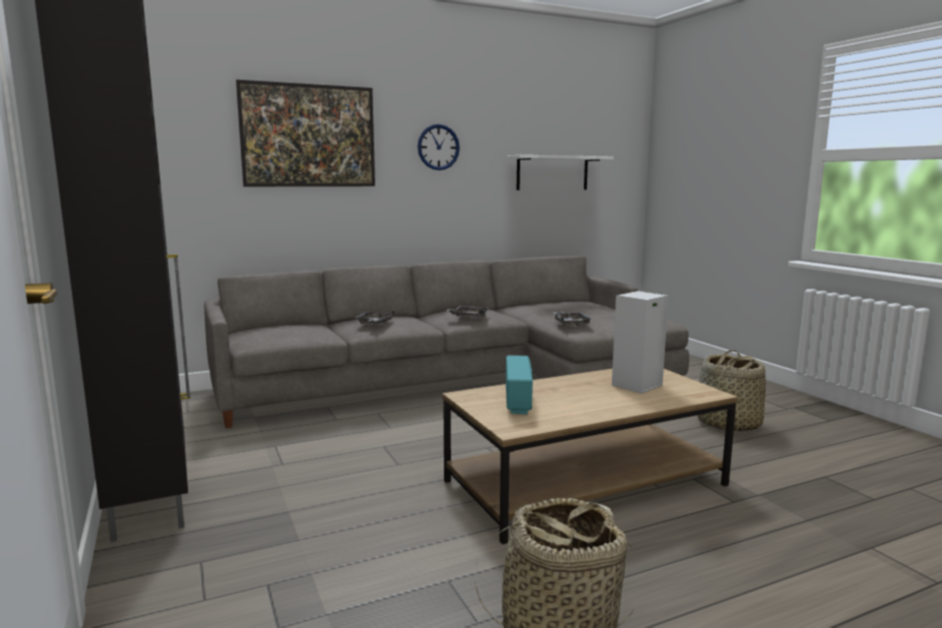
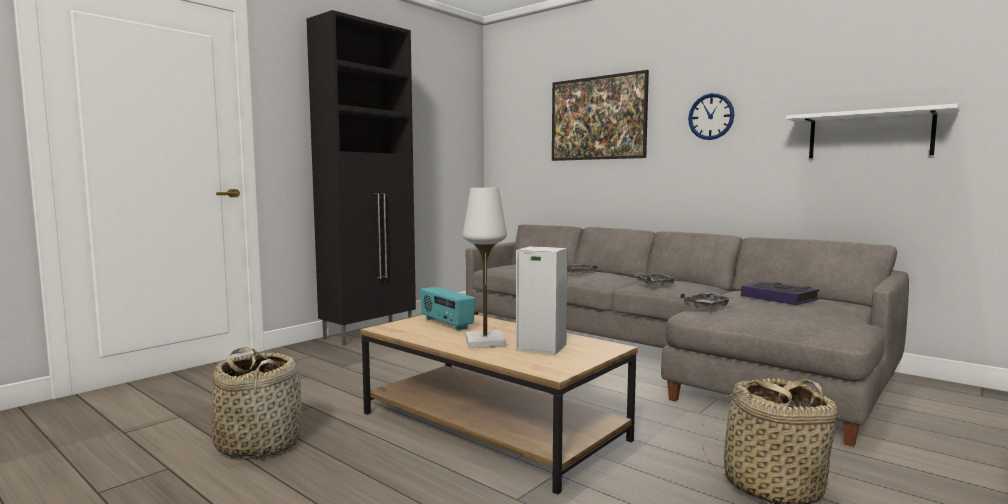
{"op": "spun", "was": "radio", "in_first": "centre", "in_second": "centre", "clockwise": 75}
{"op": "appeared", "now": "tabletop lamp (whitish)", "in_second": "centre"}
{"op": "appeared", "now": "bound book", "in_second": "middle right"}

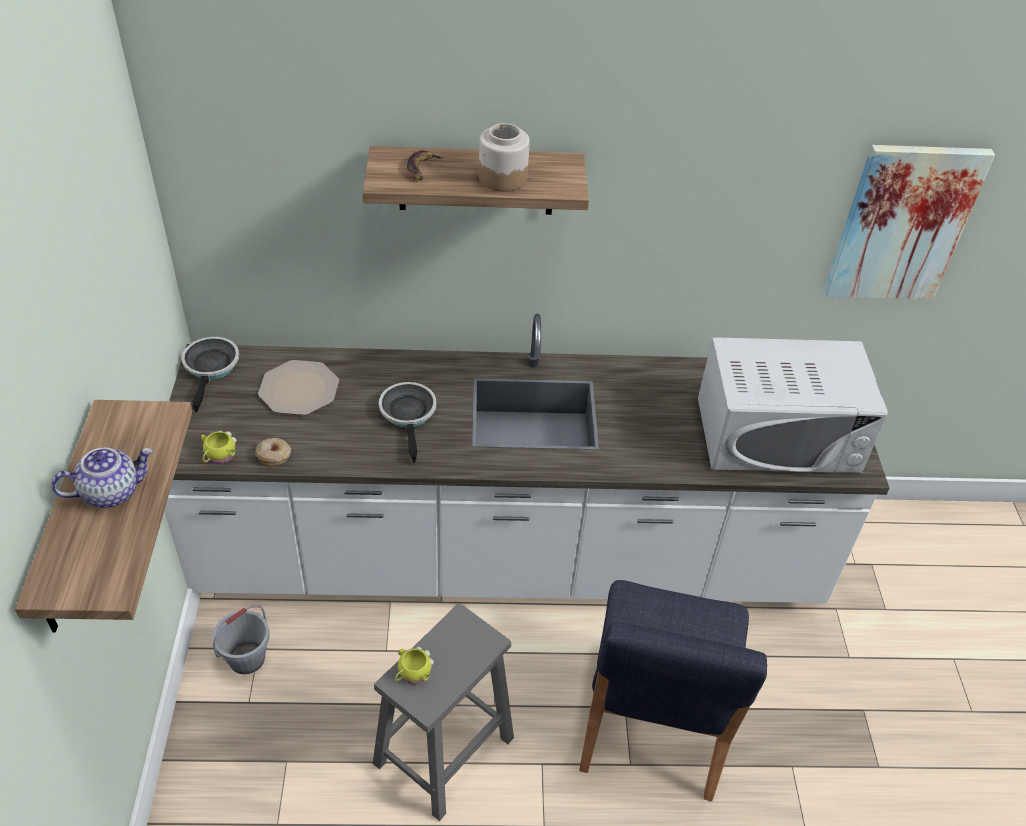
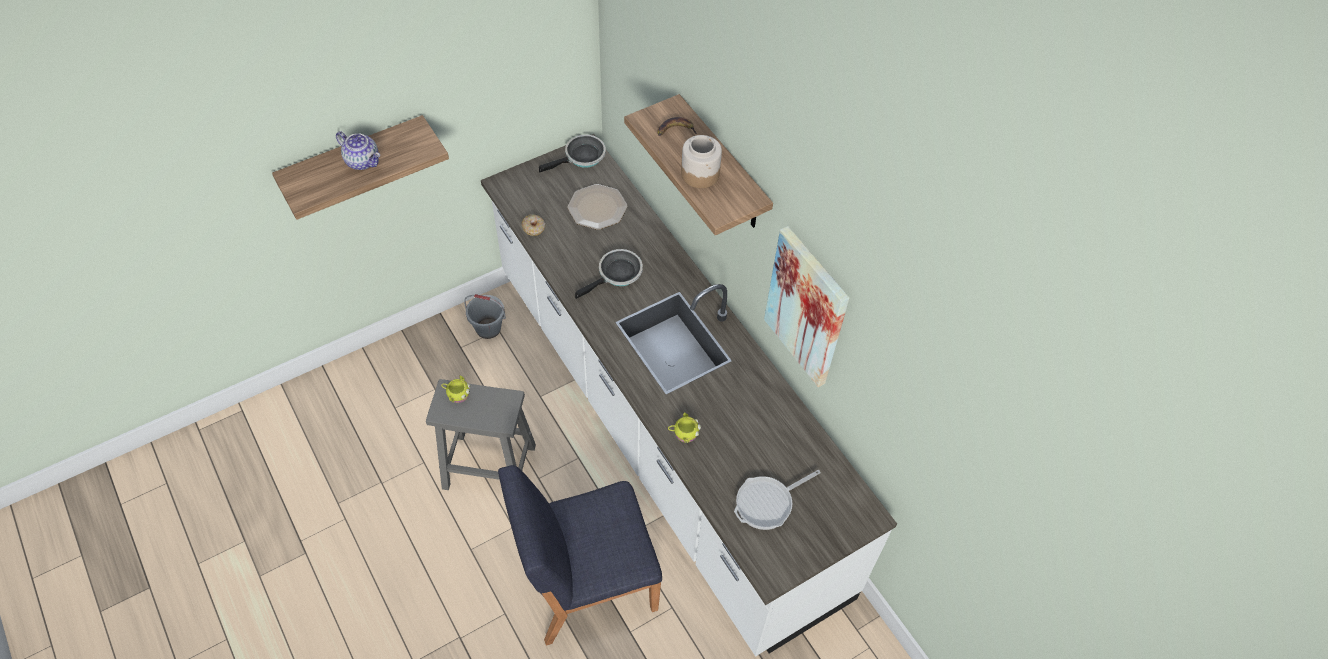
{"op": "relocated", "was": "wall art", "in_first": "top right", "in_second": "centre"}
{"op": "exchanged", "was": "microwave oven (whitish)", "now": "skillet (no. 3 from left)", "in_first": "middle right", "in_second": "bottom centre"}
{"op": "relocated", "was": "coffee mug (yellow) (no. 1 from left in the first image)", "now": "coffee mug (yellow) (no. 2 from left)", "in_first": "middle left", "in_second": "centre"}

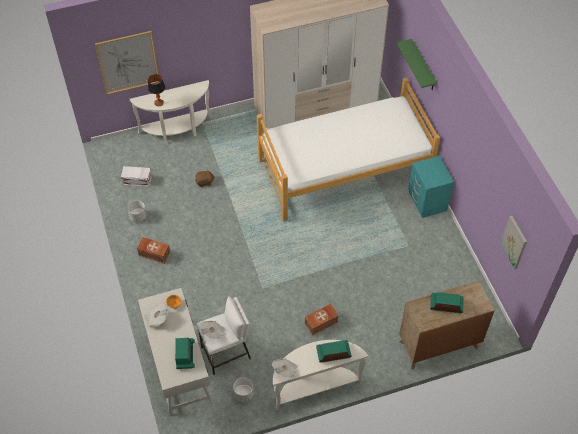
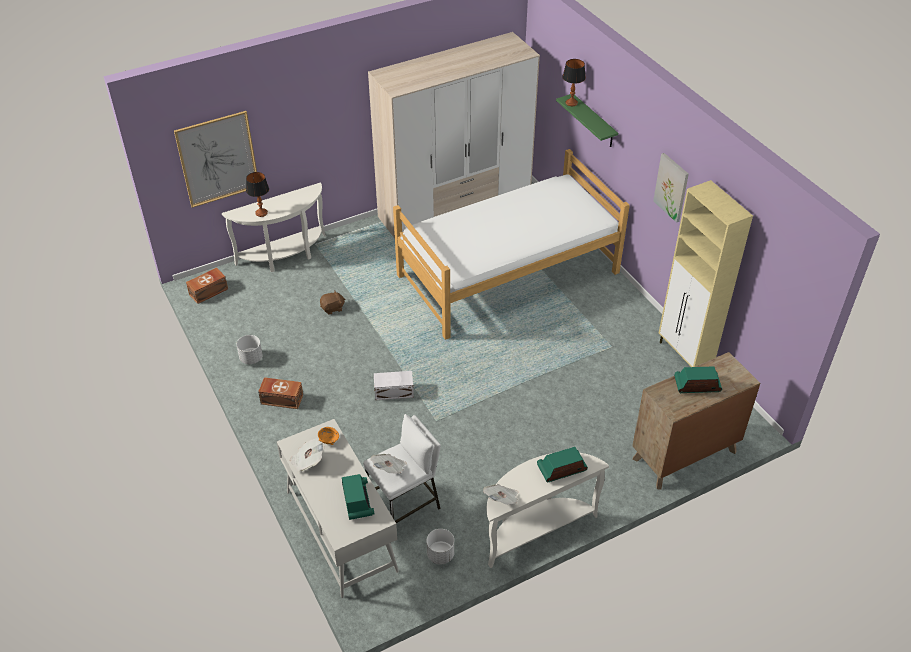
{"op": "missing", "was": "bedside table (turquoise)", "in_first": "middle right"}
{"op": "relocated", "was": "storage container (whitish)", "in_first": "middle left", "in_second": "centre"}
{"op": "relocated", "was": "wall art (no. 2 from left)", "in_first": "middle right", "in_second": "top right"}
{"op": "relocated", "was": "storage container (brownish) (no. 2 from left in the first image)", "now": "storage container (brownish) (no. 1 from left)", "in_first": "bottom centre", "in_second": "middle left"}
{"op": "appeared", "now": "tabletop lamp (no. 2 from left)", "in_second": "top centre"}
{"op": "appeared", "now": "cupboard (beige-coloured)", "in_second": "middle right"}

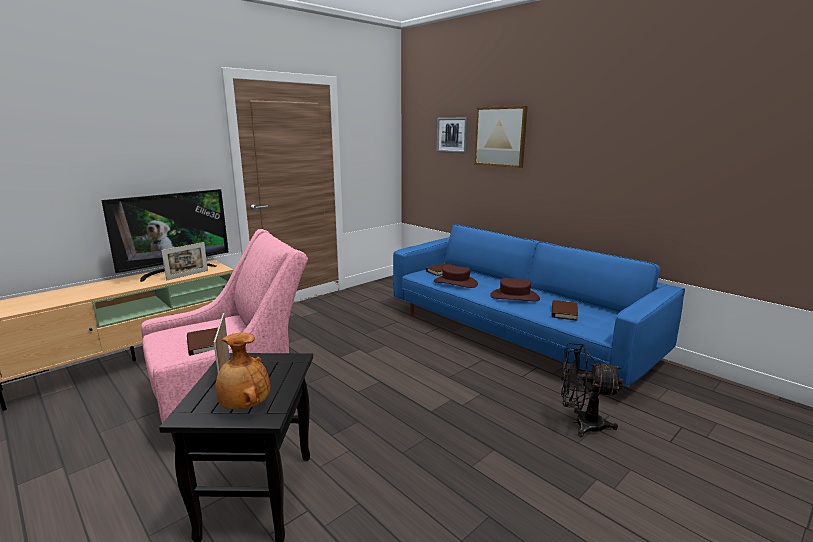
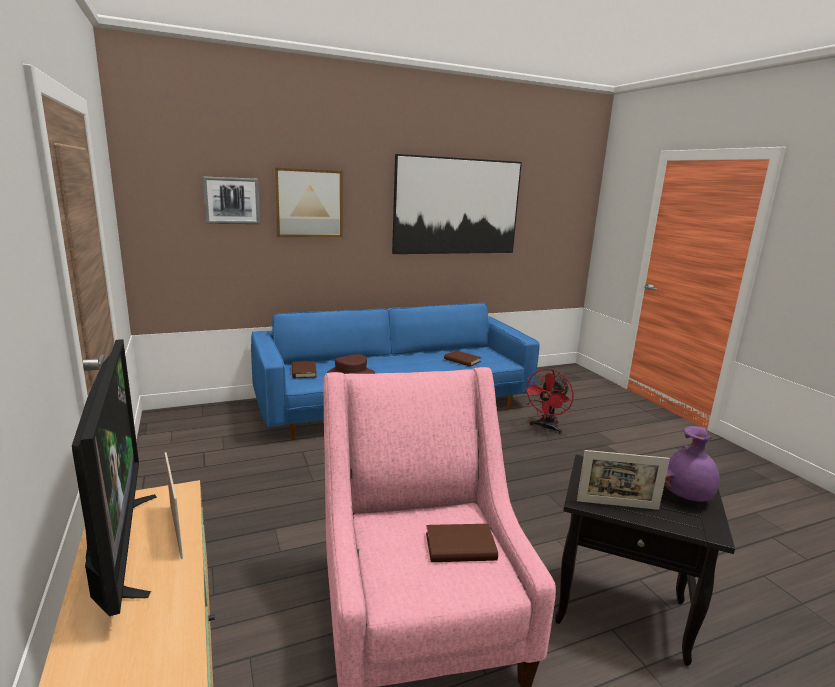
{"op": "missing", "was": "hat (brownish) (no. 2 from left)", "in_first": "centre"}
{"op": "colour", "was": "vase (brownish)", "now": "vase (purple-coloured)", "in_first": "bottom left", "in_second": "bottom right"}
{"op": "colour", "was": "electric fan (black)", "now": "electric fan (red)", "in_first": "bottom right", "in_second": "centre"}
{"op": "appeared", "now": "wall art (no. 3 from left)", "in_second": "top centre"}

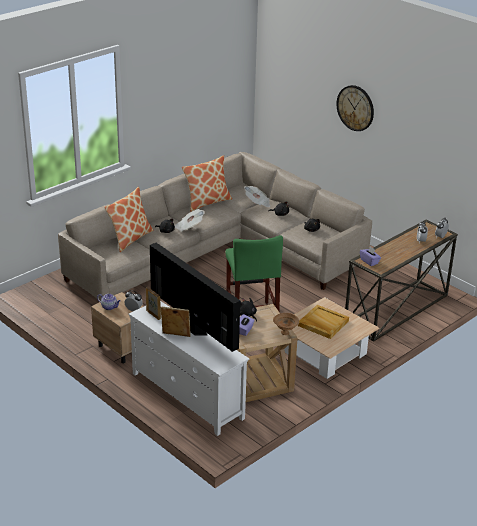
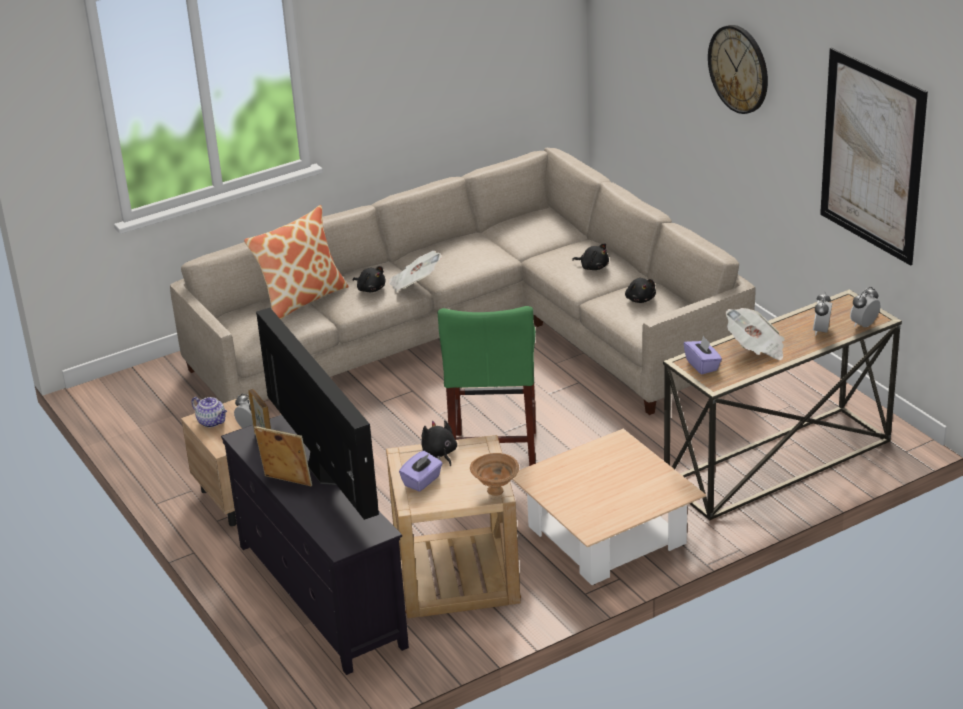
{"op": "missing", "was": "throw pillow (no. 2 from left)", "in_first": "centre"}
{"op": "relocated", "was": "newspaper (no. 2 from left)", "in_first": "centre", "in_second": "middle right"}
{"op": "colour", "was": "tv unit (whitish)", "now": "tv unit (black)", "in_first": "bottom centre", "in_second": "bottom left"}
{"op": "missing", "was": "tray (beige-coloured)", "in_first": "middle right"}
{"op": "appeared", "now": "wall art", "in_second": "top right"}

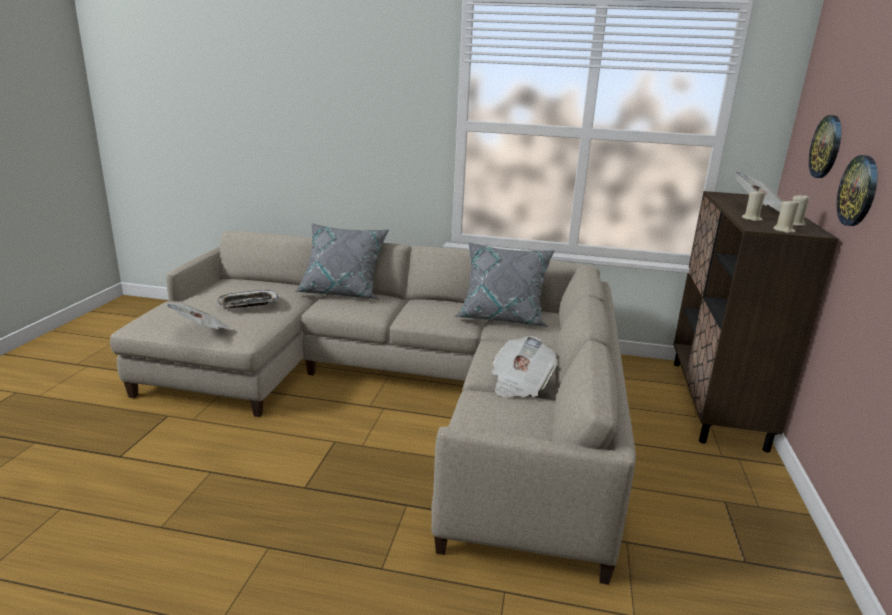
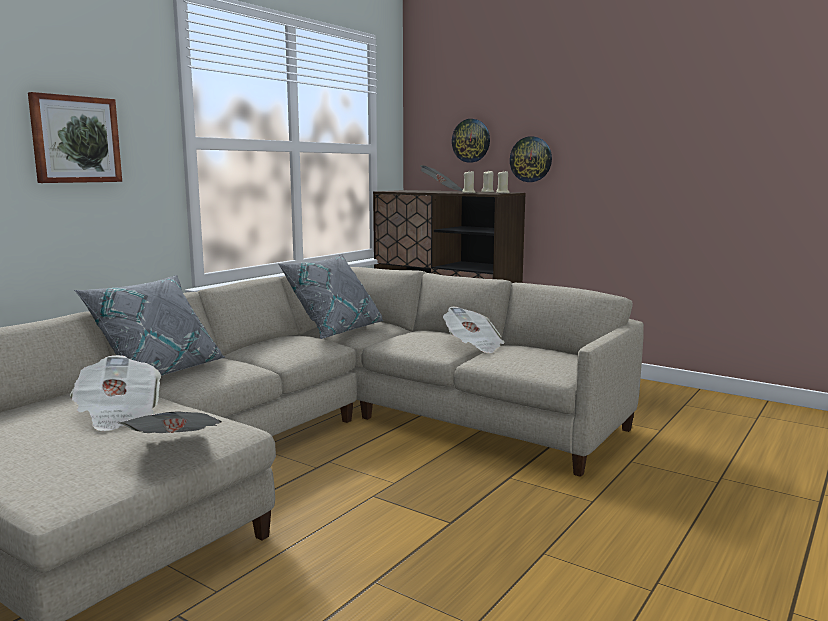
{"op": "exchanged", "was": "tray", "now": "newspaper (no. 1 from left)", "in_first": "middle left", "in_second": "middle left"}
{"op": "appeared", "now": "wall art", "in_second": "top left"}

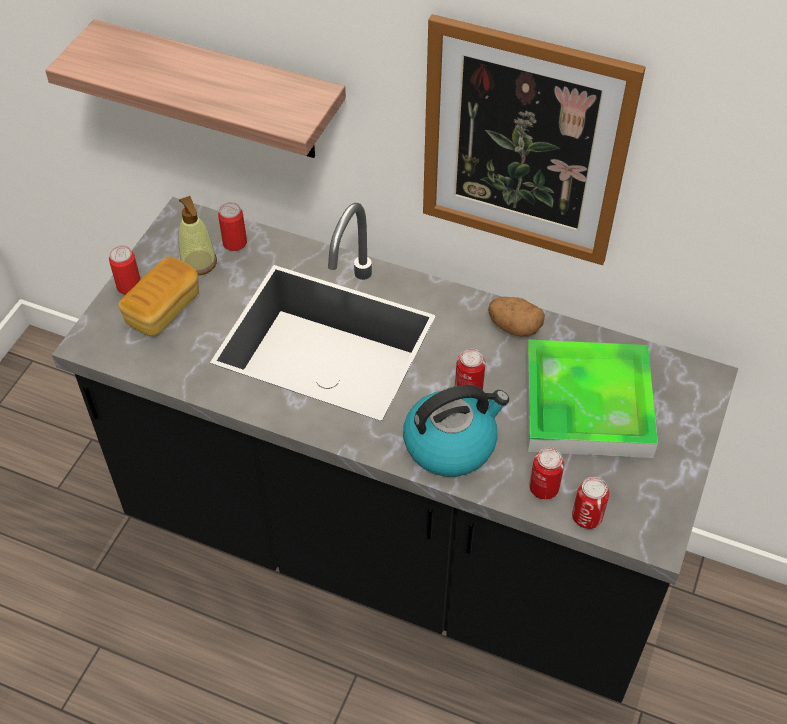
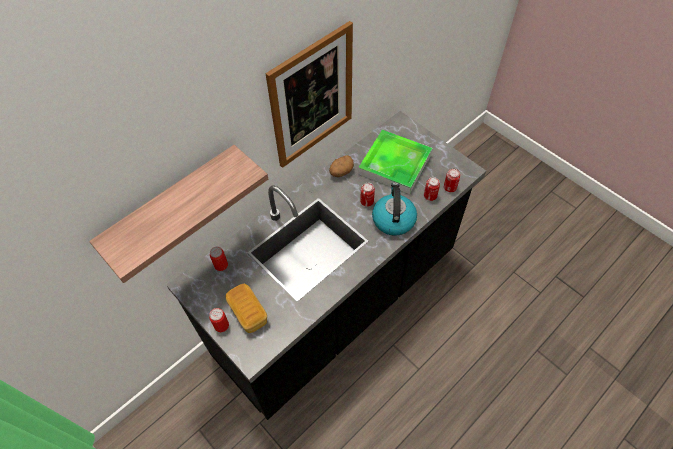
{"op": "missing", "was": "liquid soap bottle", "in_first": "top left"}

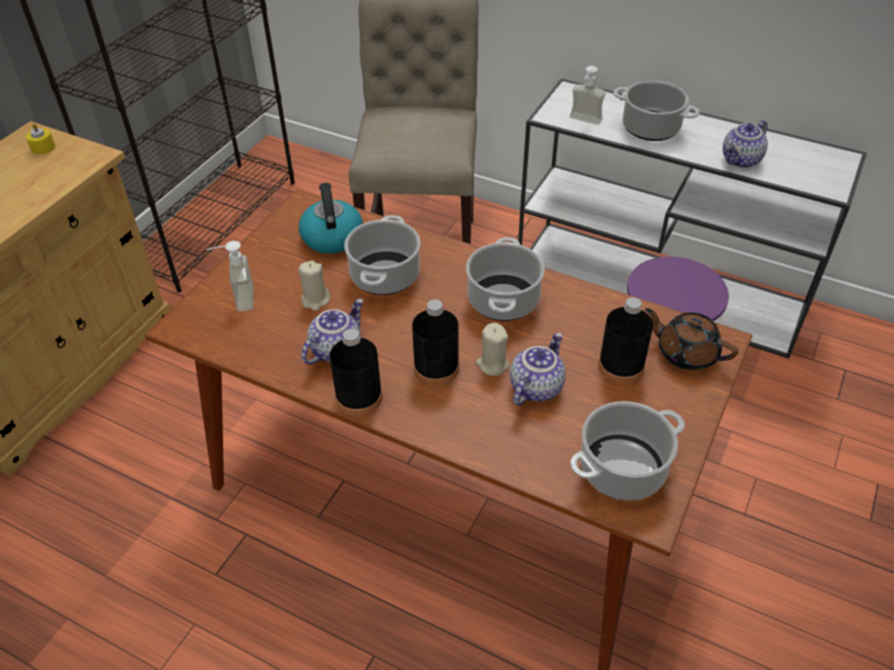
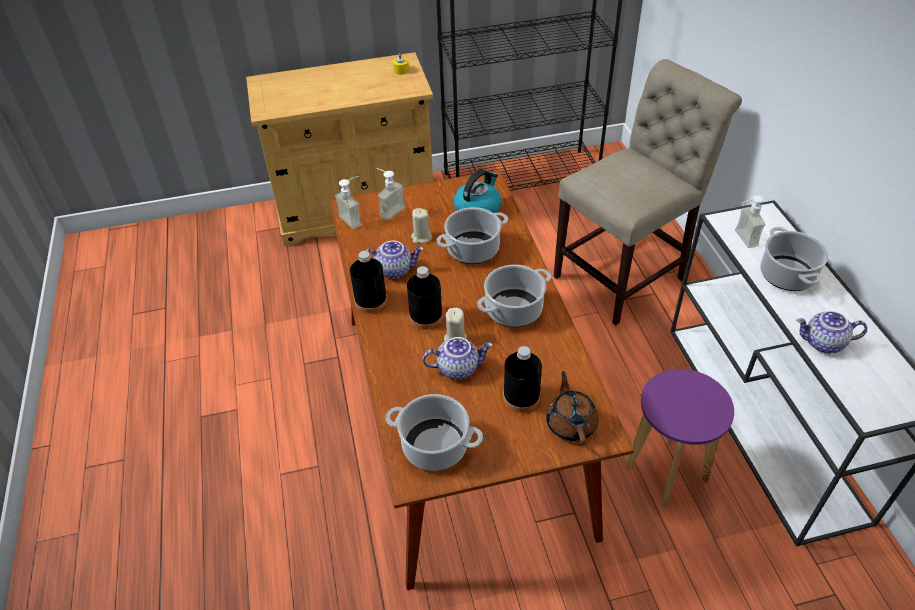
{"op": "appeared", "now": "liquid soap bottle (no. 1 from left)", "in_second": "top centre"}

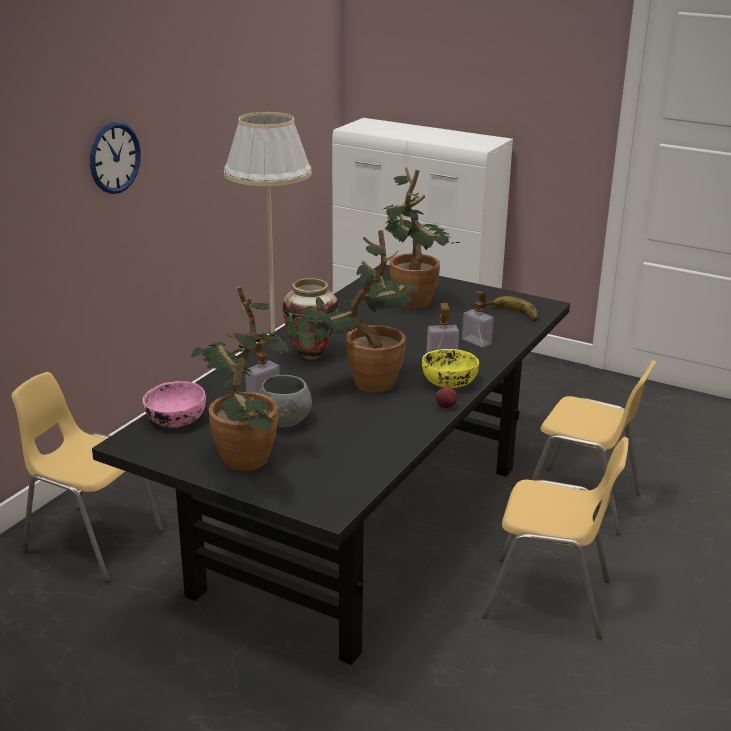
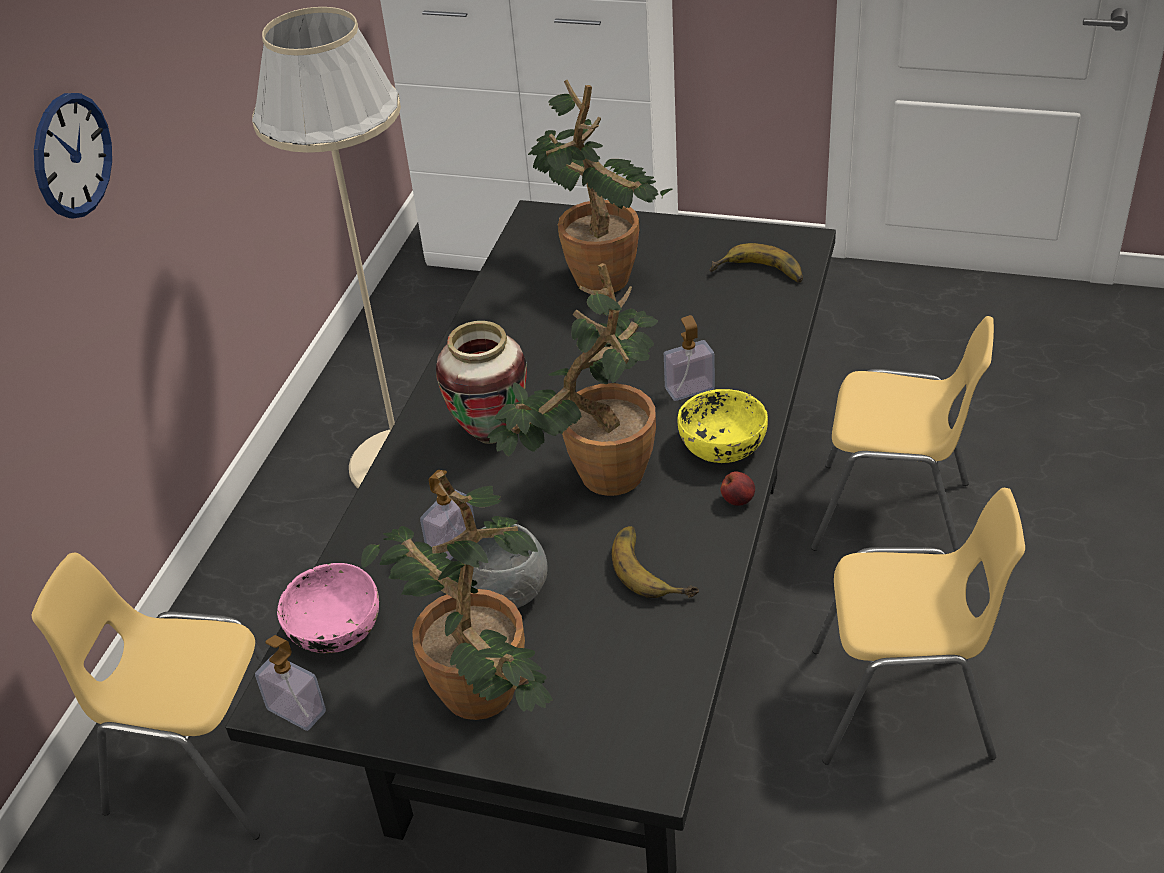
{"op": "relocated", "was": "liquid soap bottle (no. 3 from left in the first image)", "now": "liquid soap bottle (no. 1 from left)", "in_first": "centre", "in_second": "bottom left"}
{"op": "appeared", "now": "whole banana (no. 1 from left)", "in_second": "centre"}

